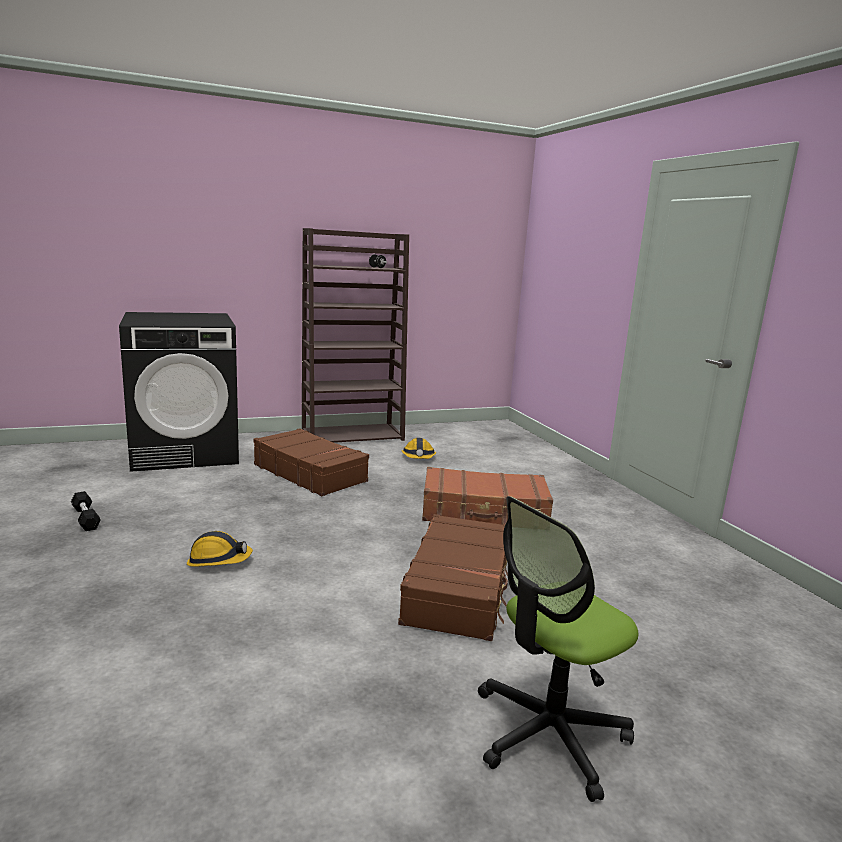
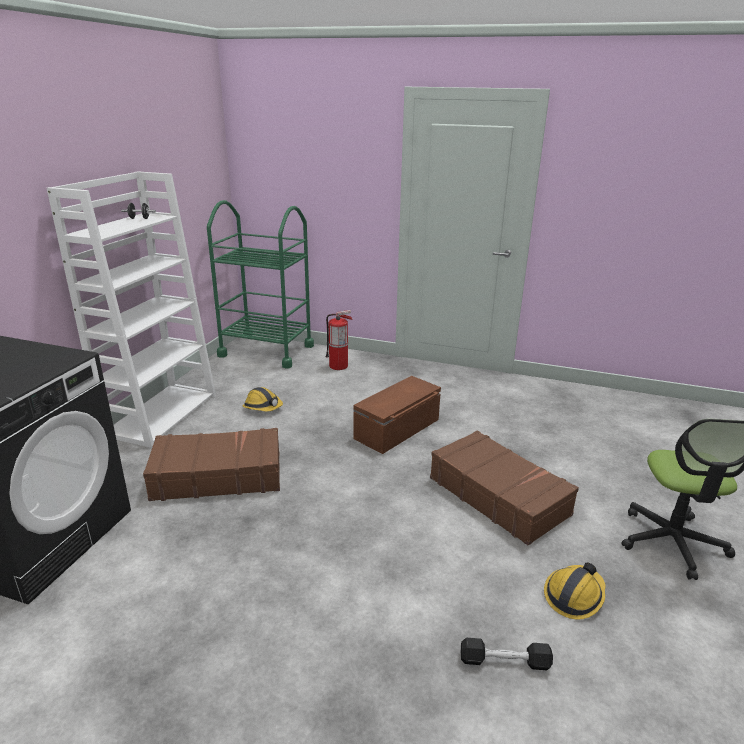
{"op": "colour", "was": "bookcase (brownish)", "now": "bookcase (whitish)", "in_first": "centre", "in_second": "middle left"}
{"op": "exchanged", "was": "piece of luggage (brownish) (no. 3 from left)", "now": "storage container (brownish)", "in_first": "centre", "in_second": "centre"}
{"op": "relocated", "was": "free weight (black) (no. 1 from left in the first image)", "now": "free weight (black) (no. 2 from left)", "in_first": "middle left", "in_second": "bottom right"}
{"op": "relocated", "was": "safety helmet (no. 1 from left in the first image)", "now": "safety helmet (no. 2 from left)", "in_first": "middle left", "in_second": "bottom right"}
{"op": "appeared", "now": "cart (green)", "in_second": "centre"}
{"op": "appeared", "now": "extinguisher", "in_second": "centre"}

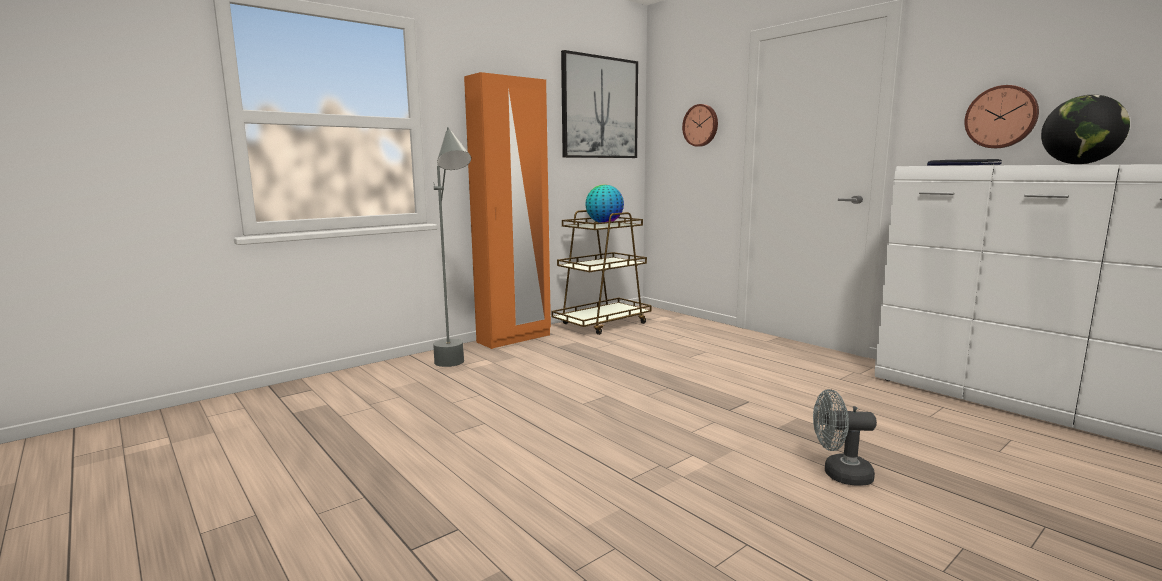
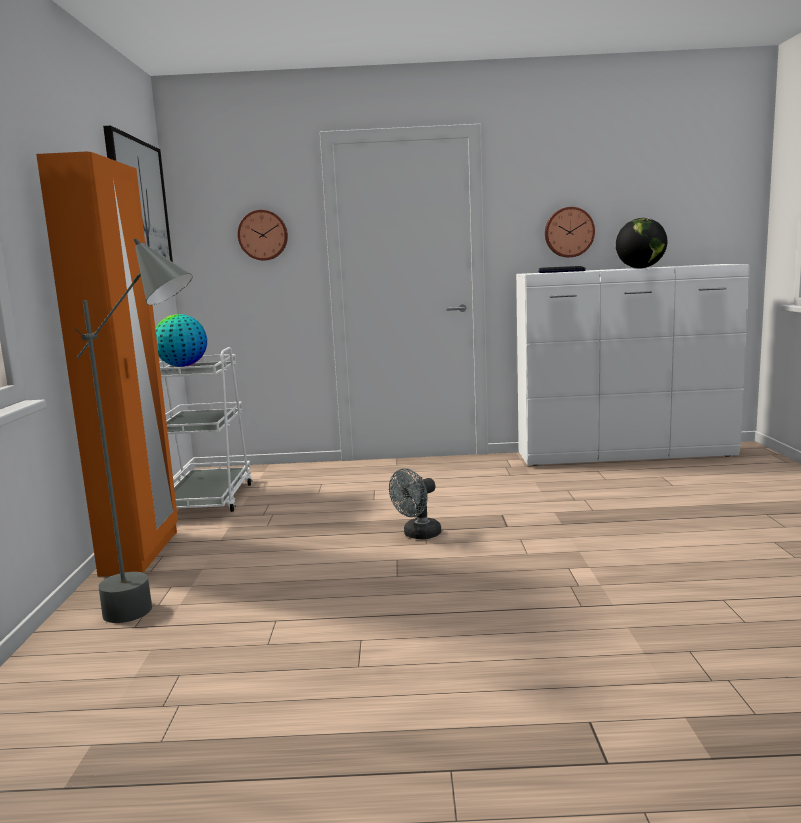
{"op": "colour", "was": "cart (brownish)", "now": "cart (whitish)", "in_first": "centre", "in_second": "middle left"}
{"op": "relocated", "was": "electric fan (greyish)", "in_first": "bottom right", "in_second": "centre"}

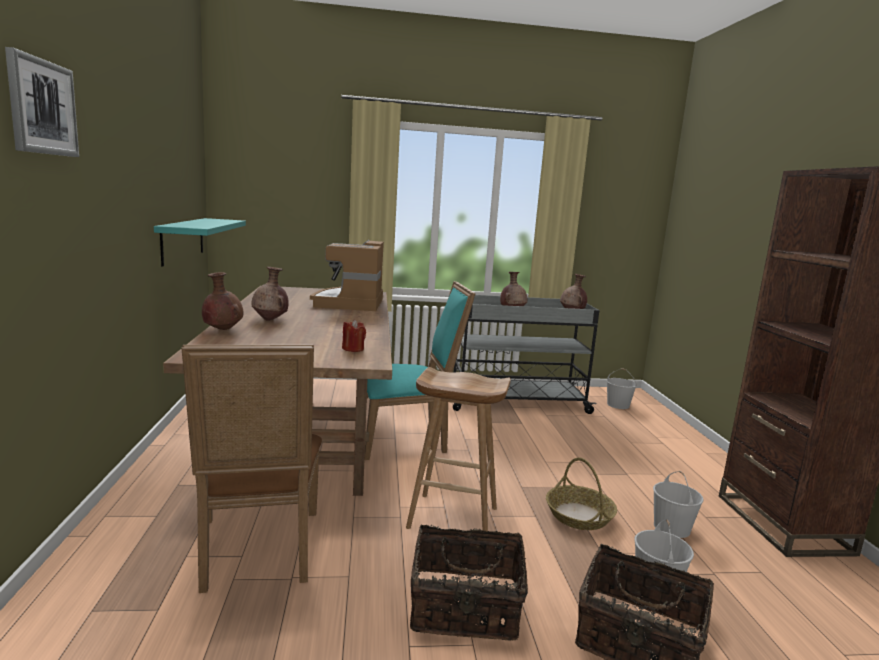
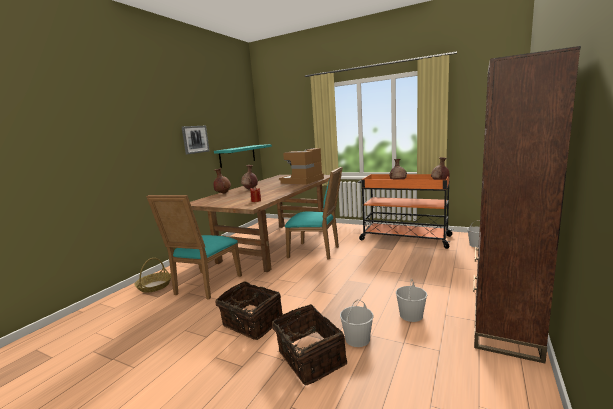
{"op": "relocated", "was": "wall art", "in_first": "top left", "in_second": "middle left"}
{"op": "colour", "was": "cart (greyish)", "now": "cart (orange)", "in_first": "centre", "in_second": "centre"}
{"op": "colour", "was": "chair (brownish)", "now": "chair (turquoise) (no. 1 from left)", "in_first": "bottom left", "in_second": "middle left"}
{"op": "missing", "was": "stool (brownish)", "in_first": "bottom centre"}
{"op": "relocated", "was": "household basket (no. 2 from left in the first image)", "now": "household basket (no. 1 from left)", "in_first": "bottom centre", "in_second": "bottom left"}

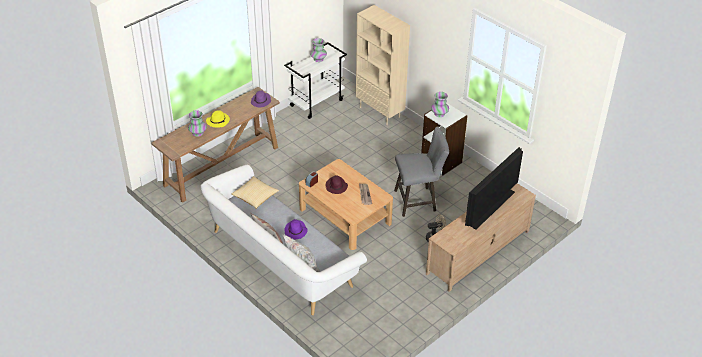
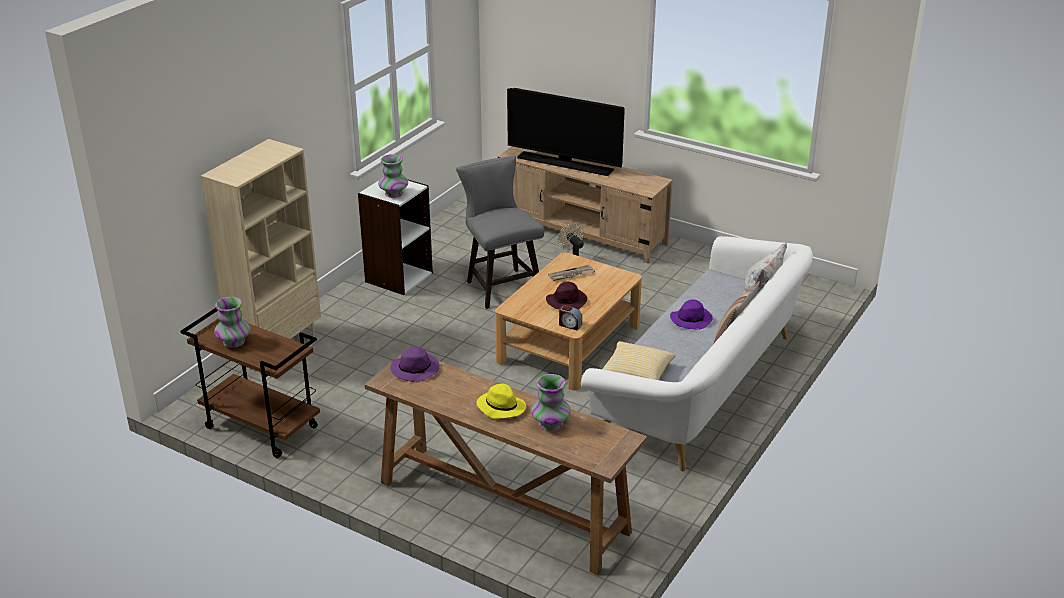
{"op": "colour", "was": "cart (whitish)", "now": "cart (brownish)", "in_first": "top centre", "in_second": "middle left"}

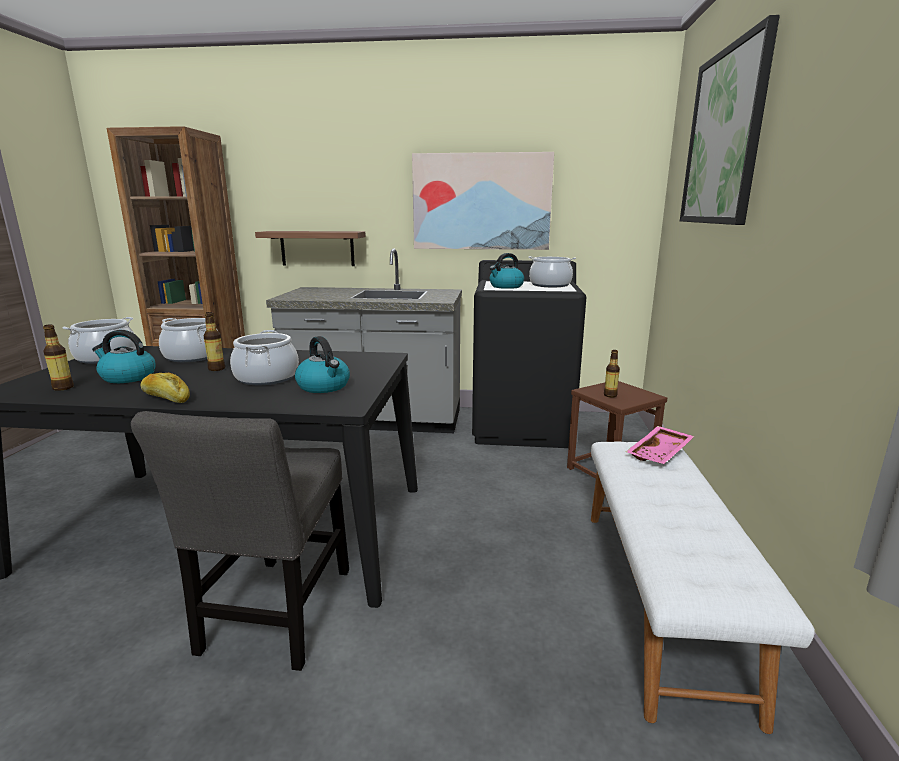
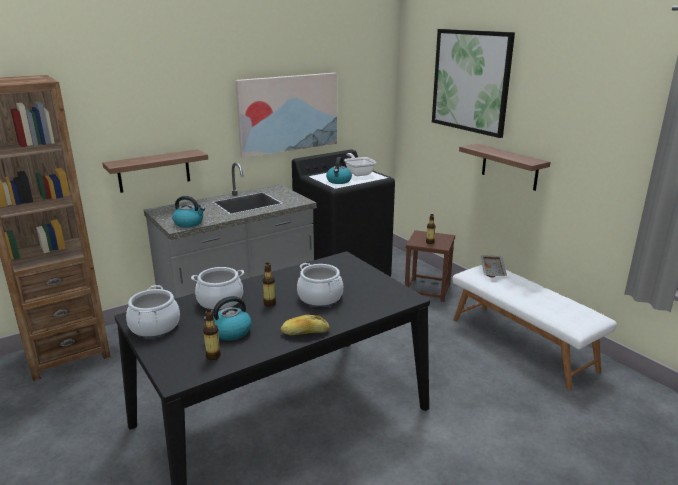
{"op": "exchanged", "was": "saucepot (no. 4 from left)", "now": "skillet", "in_first": "centre", "in_second": "centre"}
{"op": "relocated", "was": "water kettle (no. 2 from left in the first image)", "now": "water kettle (no. 1 from left)", "in_first": "centre", "in_second": "middle left"}
{"op": "missing", "was": "chair (greyish)", "in_first": "bottom left"}
{"op": "colour", "was": "tray (pink)", "now": "tray (greyish)", "in_first": "middle right", "in_second": "middle right"}
{"op": "appeared", "now": "bracket shelf (no. 2 from left)", "in_second": "middle right"}

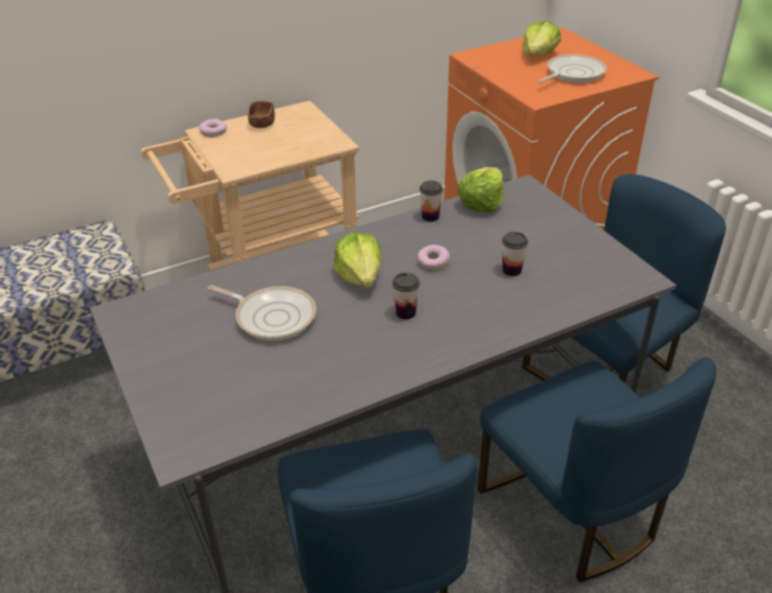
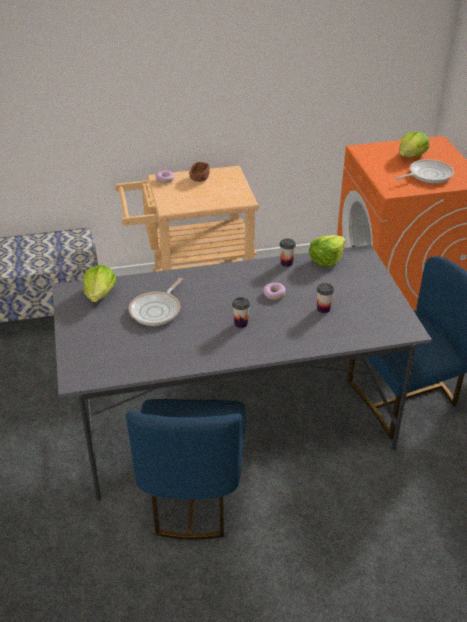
{"op": "relocated", "was": "lettuce (no. 1 from left)", "in_first": "centre", "in_second": "middle left"}
{"op": "spun", "was": "skillet (no. 1 from left)", "in_first": "centre", "in_second": "centre", "clockwise": 75}
{"op": "missing", "was": "chair (blue-coloured) (no. 2 from left)", "in_first": "bottom right"}

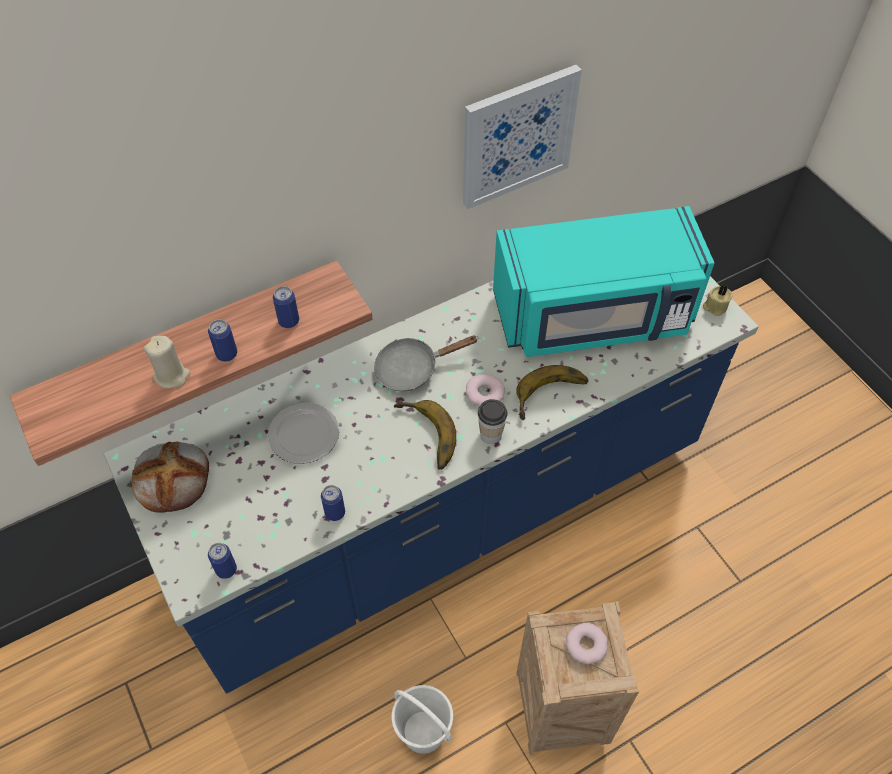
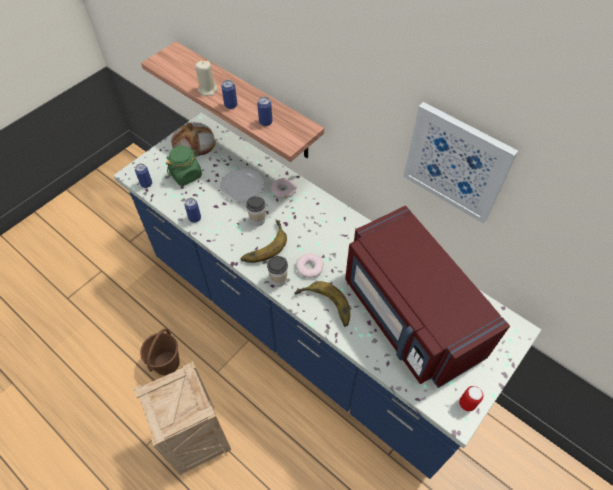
{"op": "colour", "was": "microwave oven (turquoise)", "now": "microwave oven (red)", "in_first": "middle right", "in_second": "middle right"}
{"op": "exchanged", "was": "candle (beige-coloured) (no. 2 from left)", "now": "metal can (no. 5 from left)", "in_first": "middle right", "in_second": "bottom right"}
{"op": "missing", "was": "skillet (greyish)", "in_first": "centre"}
{"op": "relocated", "was": "doughnut (no. 2 from left in the first image)", "now": "doughnut (no. 1 from left)", "in_first": "bottom centre", "in_second": "centre"}
{"op": "colour", "was": "water bucket (whitish)", "now": "water bucket (brownish)", "in_first": "bottom centre", "in_second": "bottom left"}
{"op": "appeared", "now": "storage jar (green)", "in_second": "middle left"}
{"op": "appeared", "now": "drinking cup (no. 1 from left)", "in_second": "centre"}

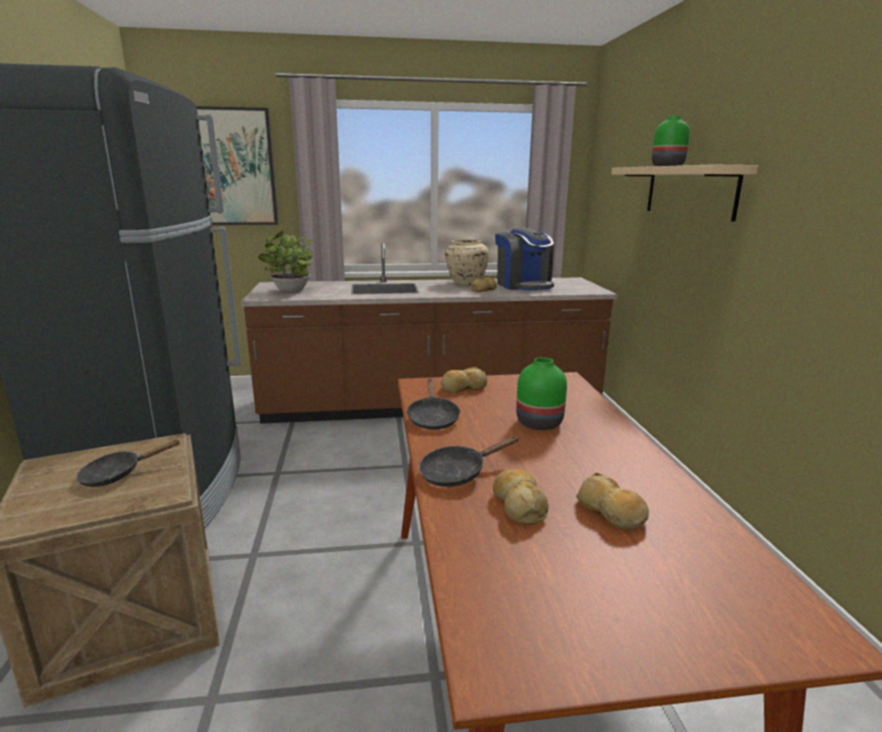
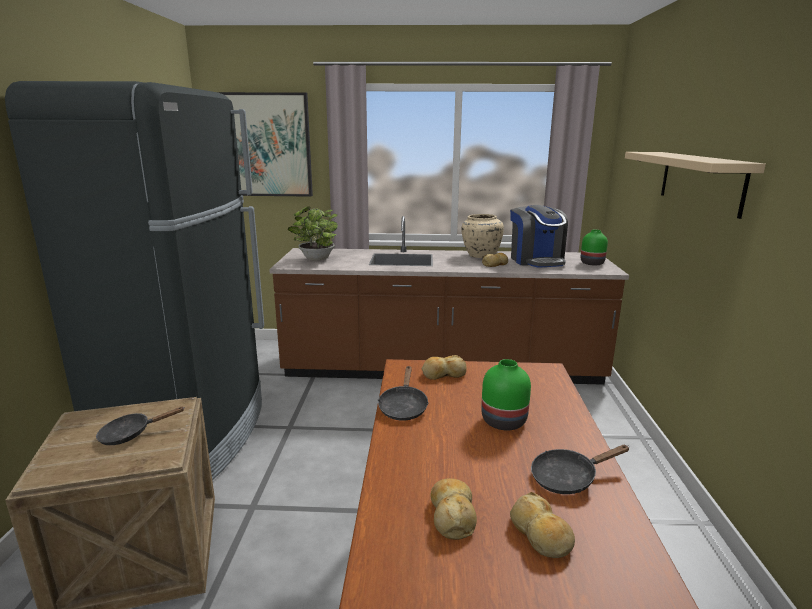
{"op": "relocated", "was": "vase (green) (no. 2 from left)", "in_first": "top right", "in_second": "middle right"}
{"op": "relocated", "was": "skillet (black) (no. 3 from left)", "in_first": "centre", "in_second": "bottom right"}

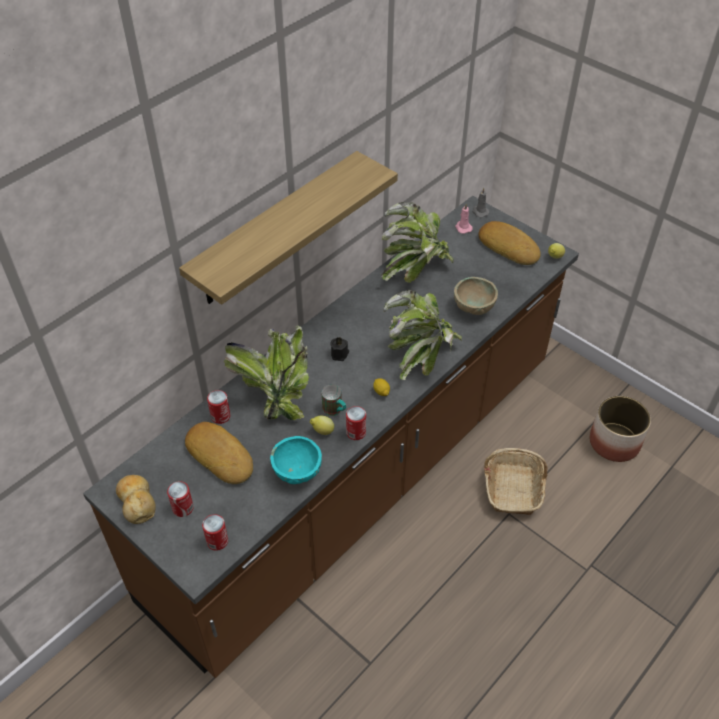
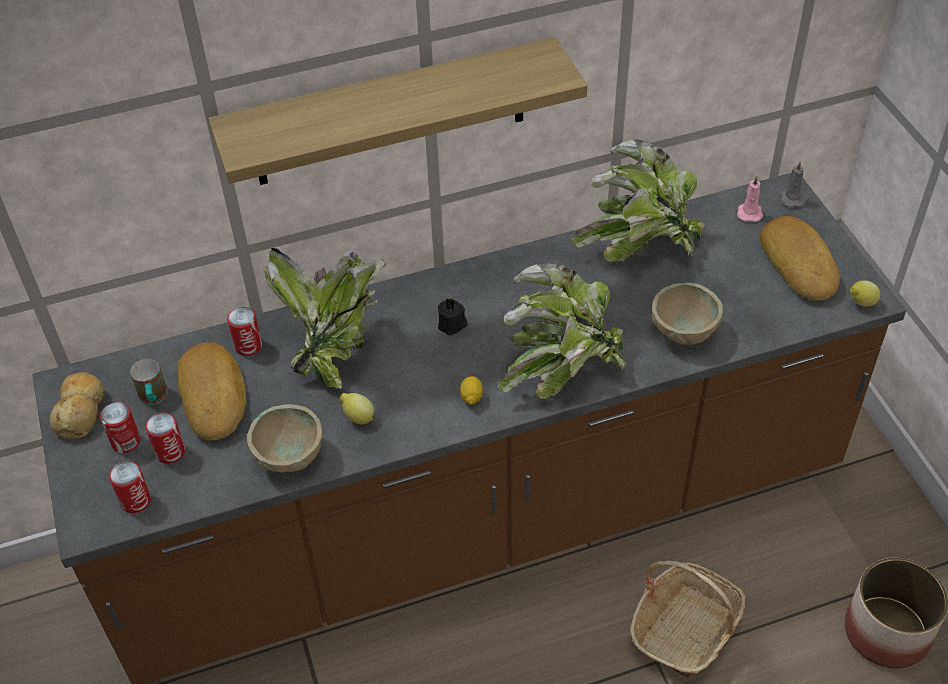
{"op": "relocated", "was": "coffee mug", "in_first": "centre", "in_second": "middle left"}
{"op": "relocated", "was": "metal can (no. 4 from left in the first image)", "now": "metal can (no. 3 from left)", "in_first": "centre", "in_second": "middle left"}
{"op": "colour", "was": "serving bowl (turquoise)", "now": "serving bowl (beige-coloured) (no. 1 from left)", "in_first": "centre", "in_second": "middle left"}

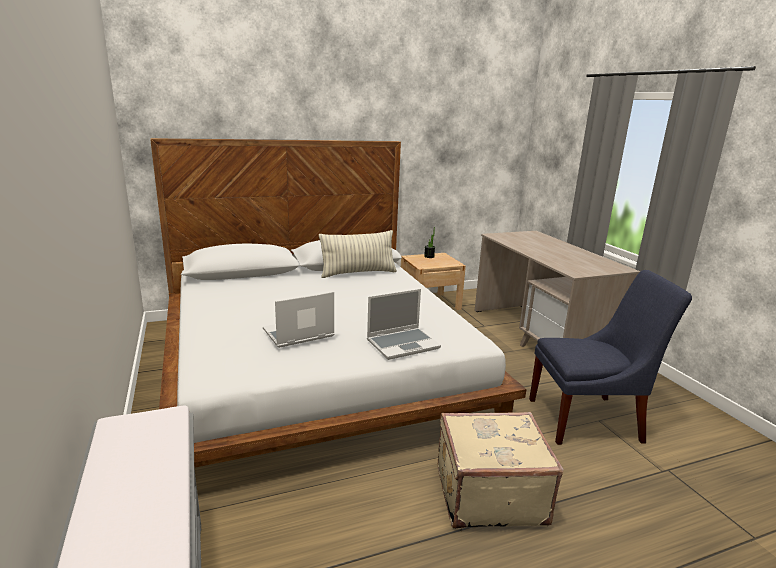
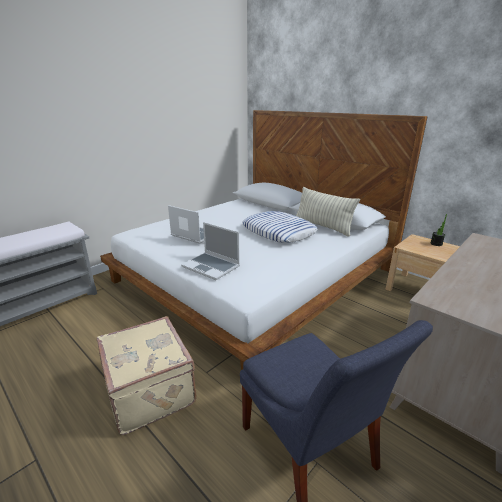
{"op": "appeared", "now": "throw pillow (no. 1 from left)", "in_second": "centre"}

